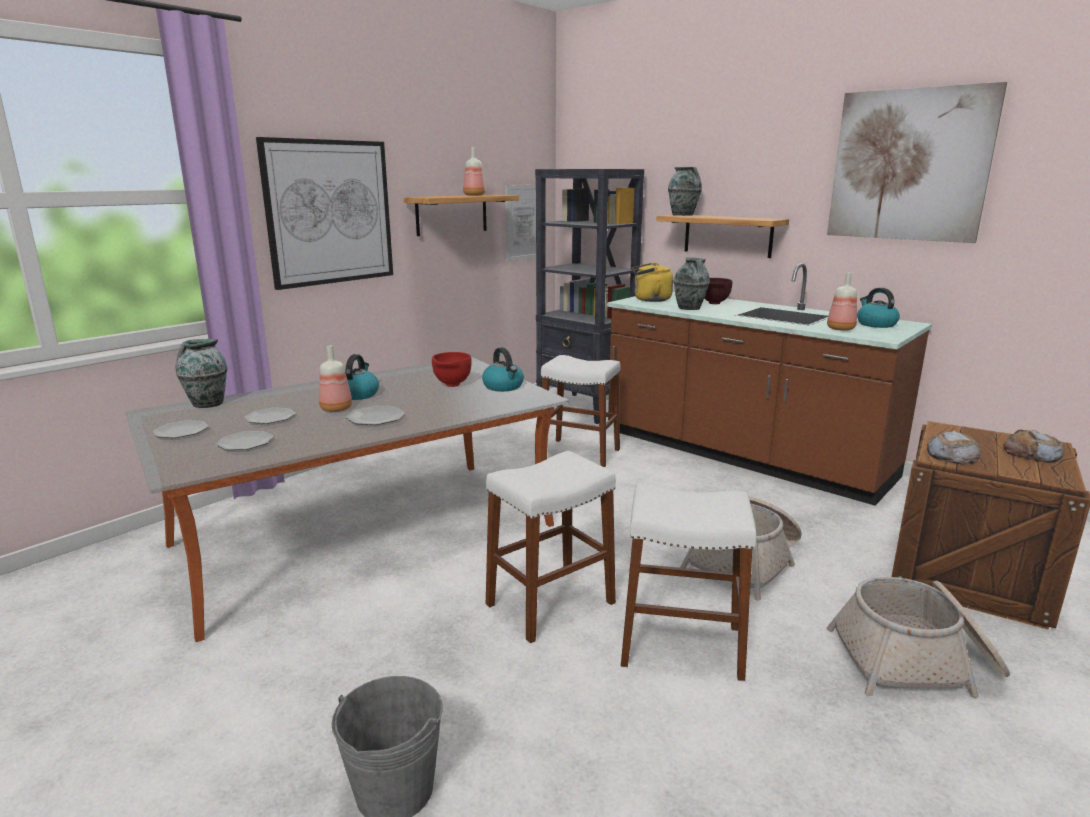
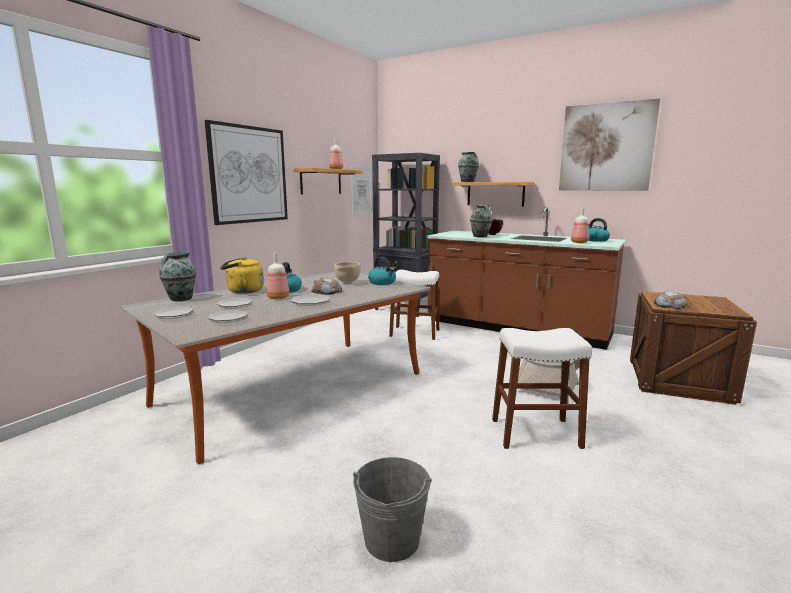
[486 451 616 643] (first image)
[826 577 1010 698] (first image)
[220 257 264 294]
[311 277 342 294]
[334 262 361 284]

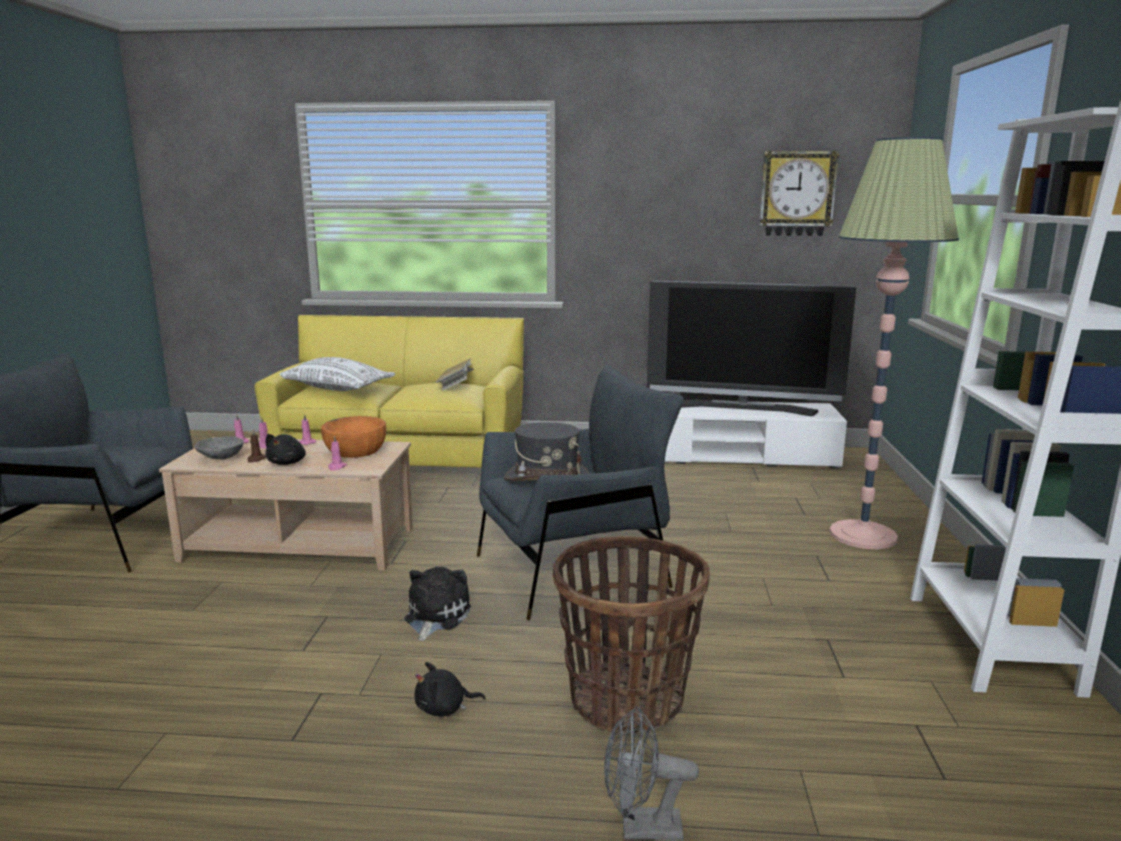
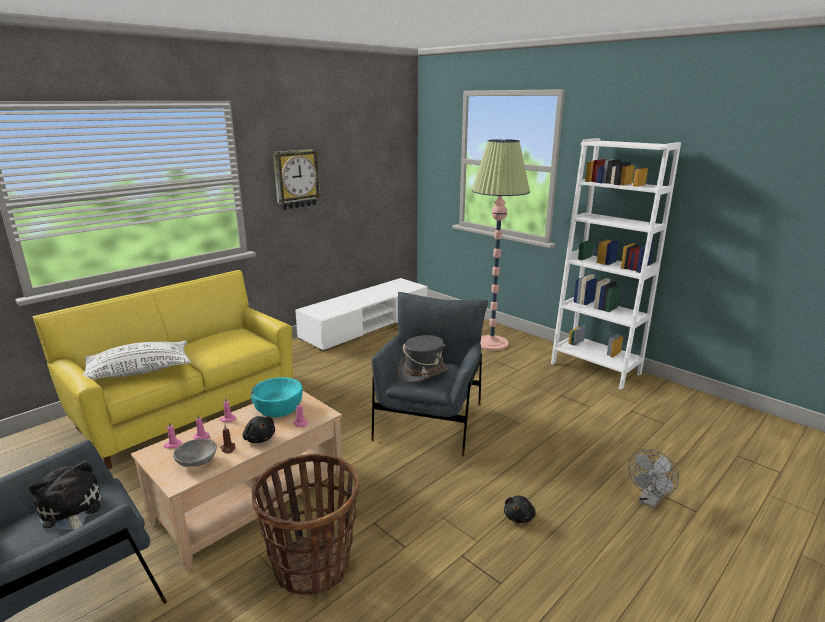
[435 358 474 391] (first image)
[647 280 856 416] (first image)
[29 460 101 530]
[252 454 360 596]
[273 149 321 210]
[251 377 303 417]

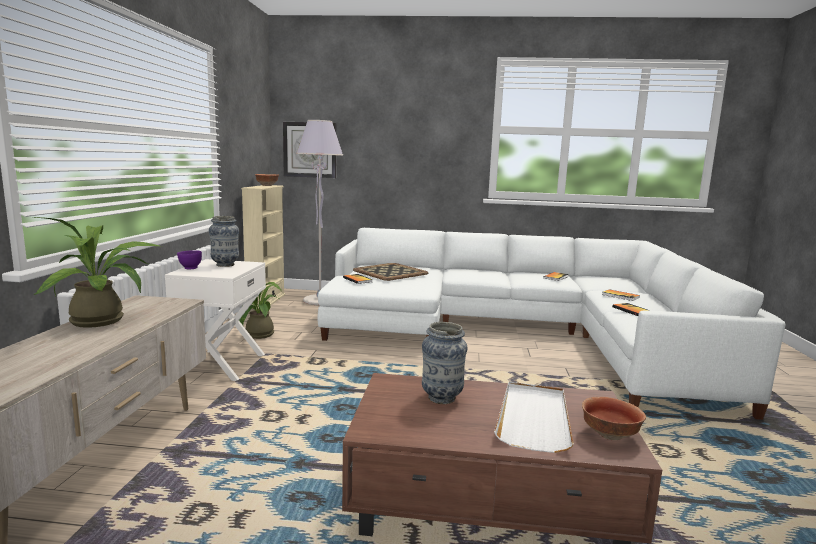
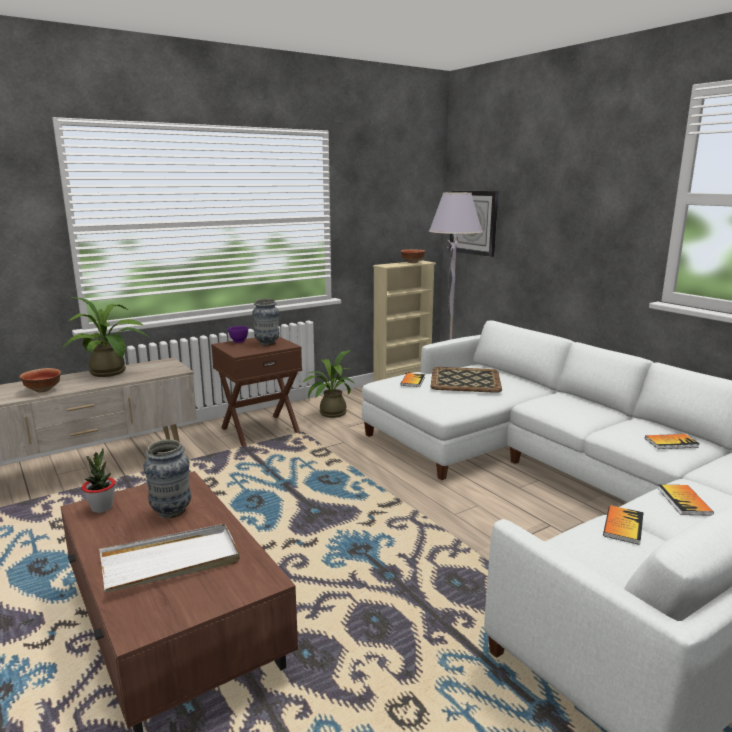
[82 448 115 513]
[19 368 61 393]
[211 337 302 447]

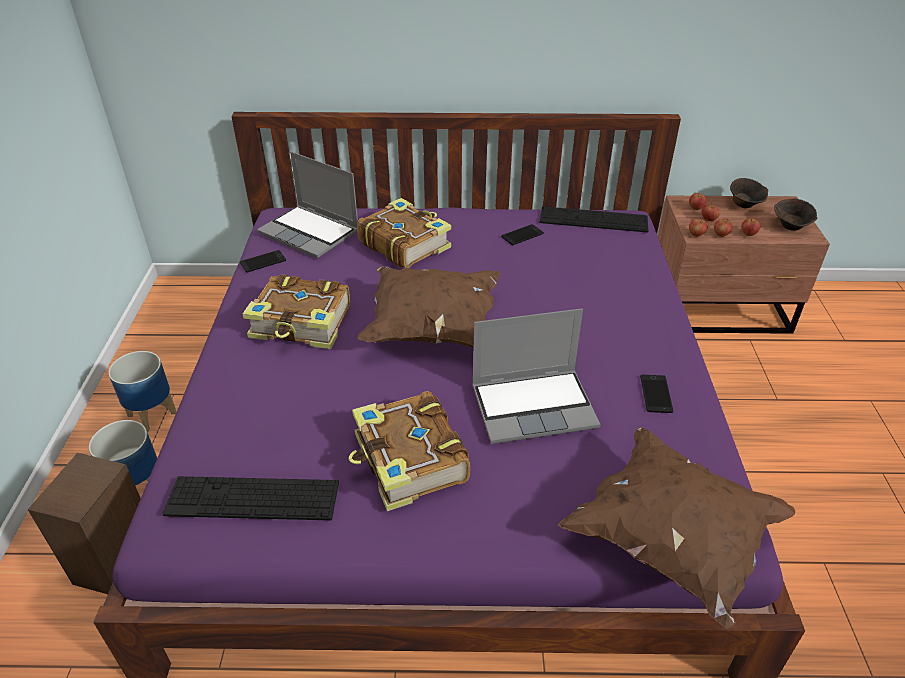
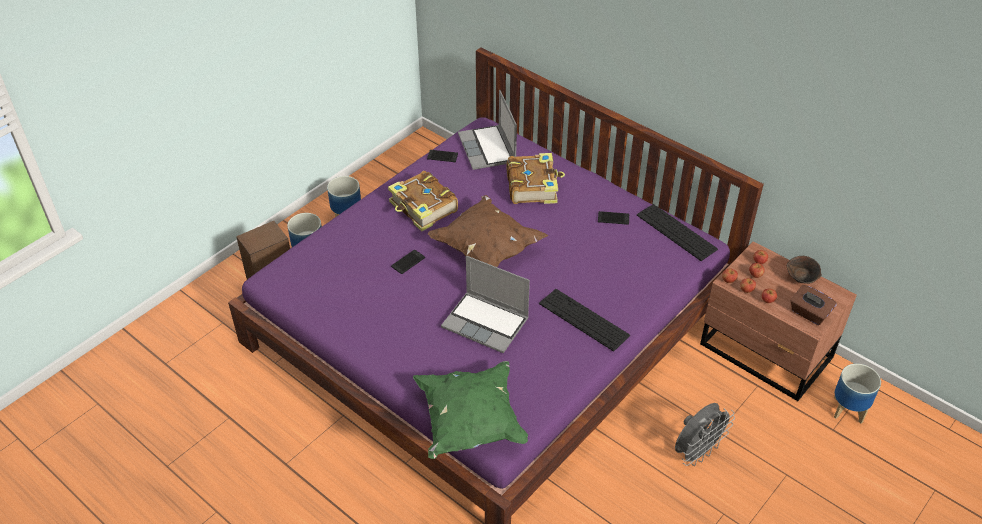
[349 391 470 511] (first image)
[675 403 735 466]
[834 364 881 423]
[539 289 630 351]
[391 250 425 274]
[790 285 837 325]
[413 361 528 459]

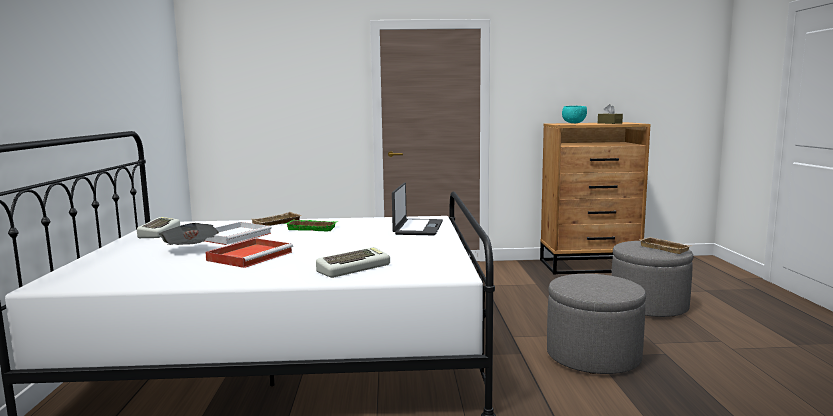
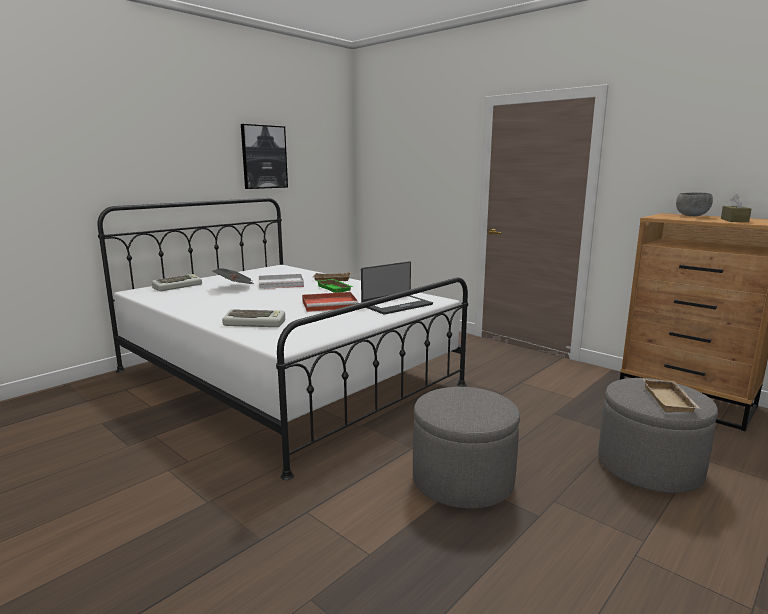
[241 124 288 189]
[152 274 202 291]
[302 292 358 312]
[676 193 713 216]

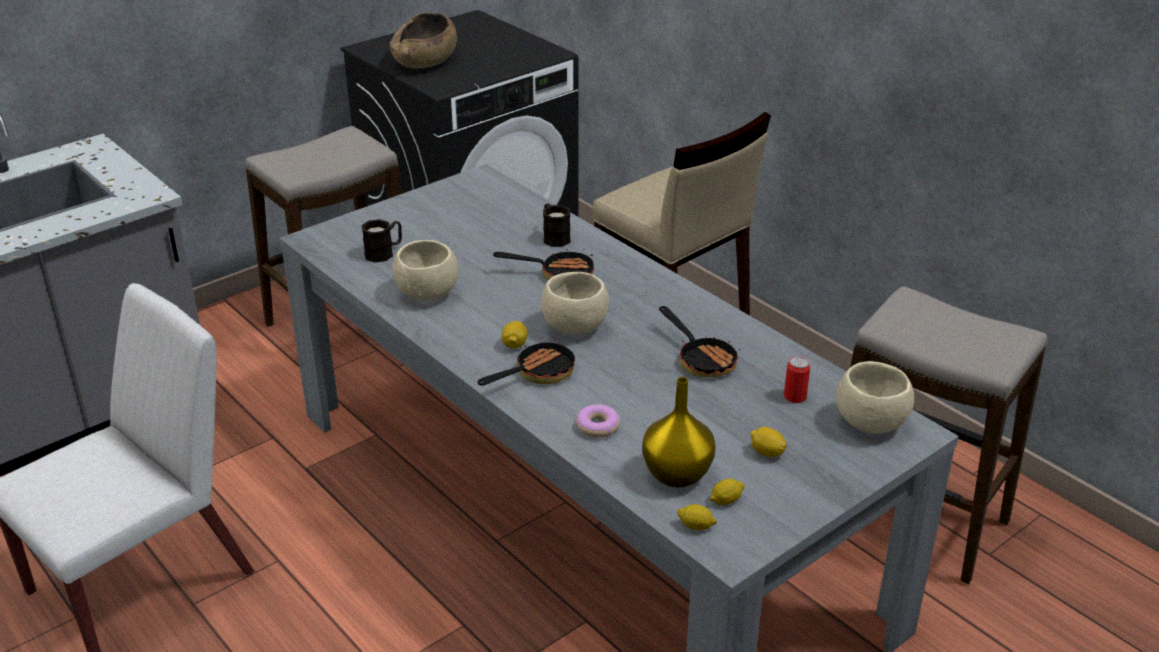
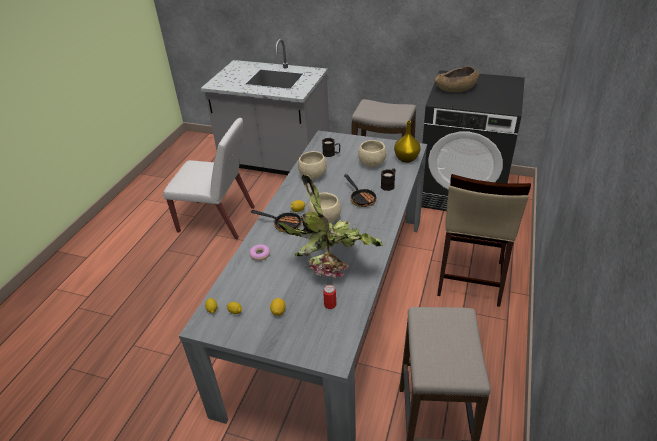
[394 121 421 163]
[358 140 387 167]
[278 175 383 278]

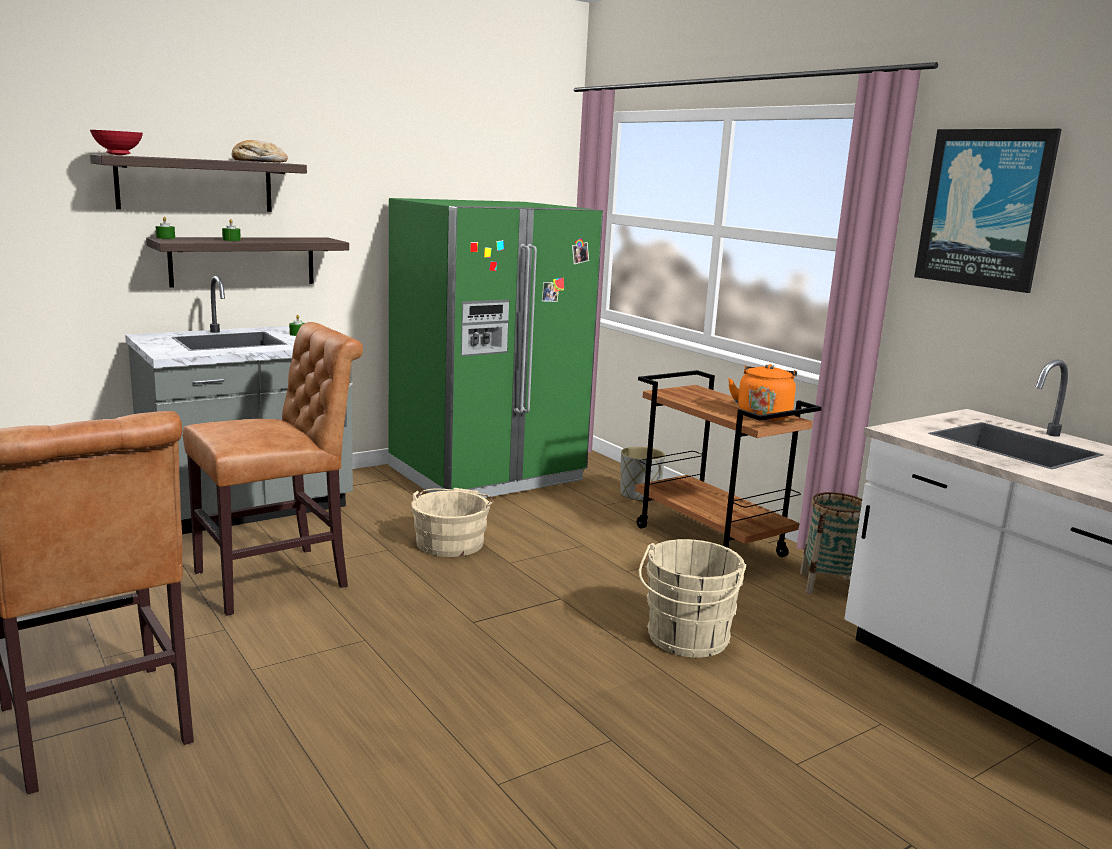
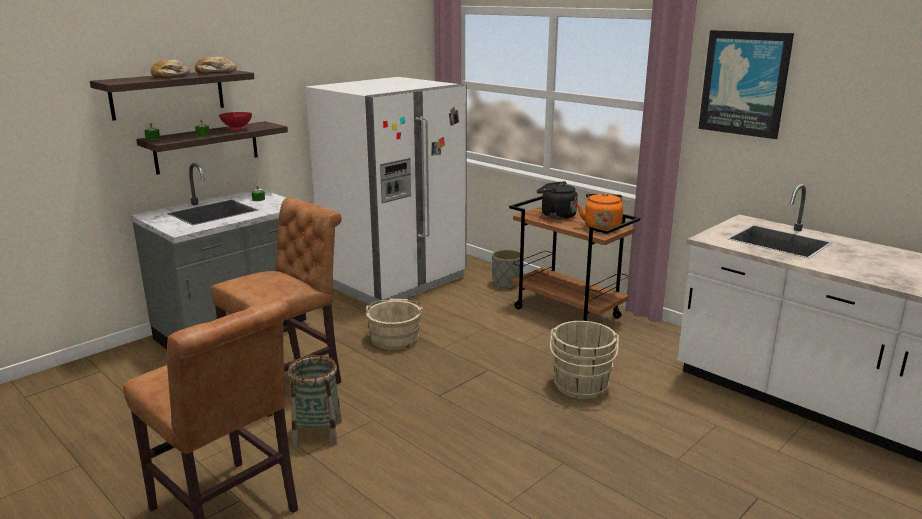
[151 60 190 78]
[537 181 578 219]
[219 112 252 130]
[288 355 342 447]
[306 77 467 306]

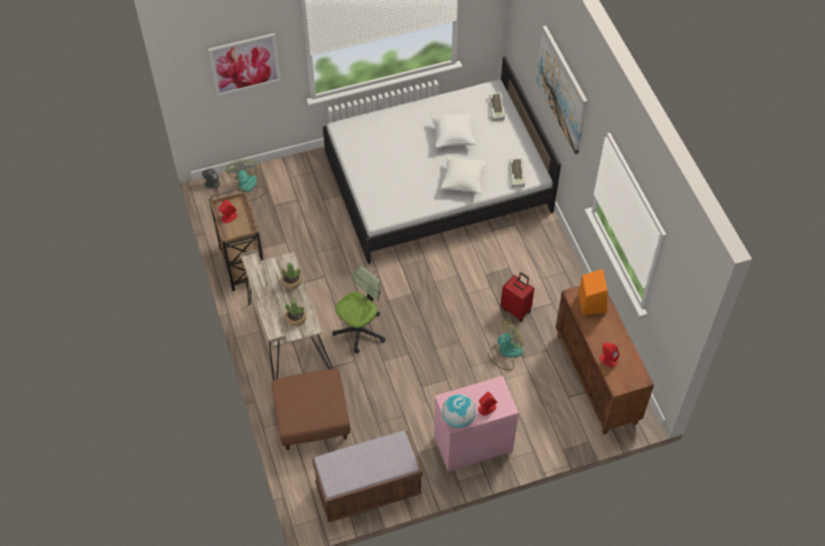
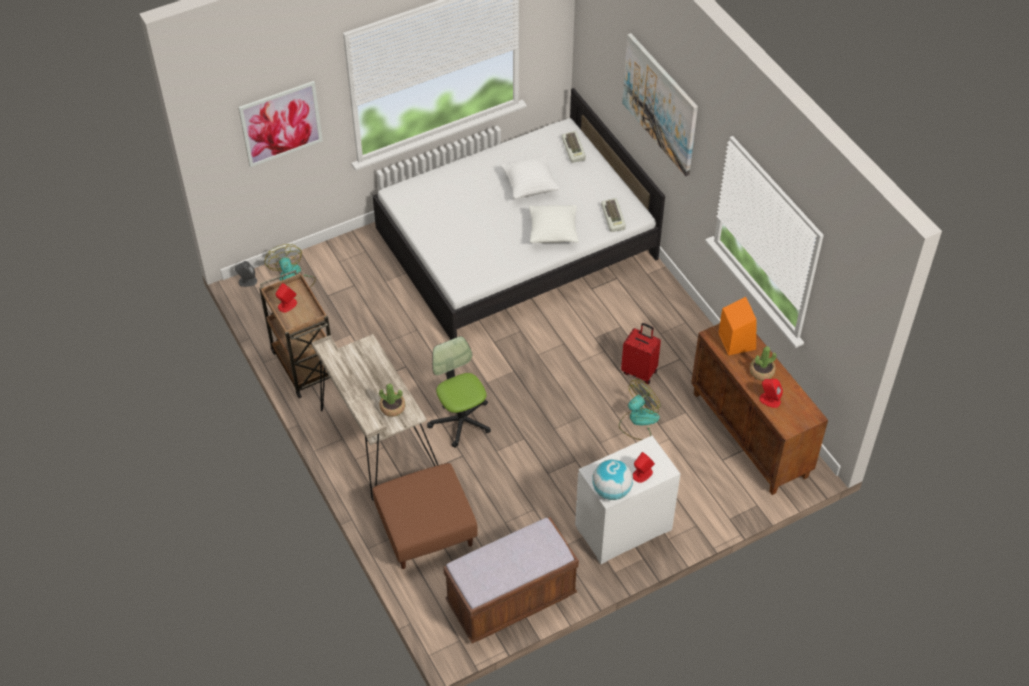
[750 347 777 381]
[575 436 680 564]
[427 336 491 448]

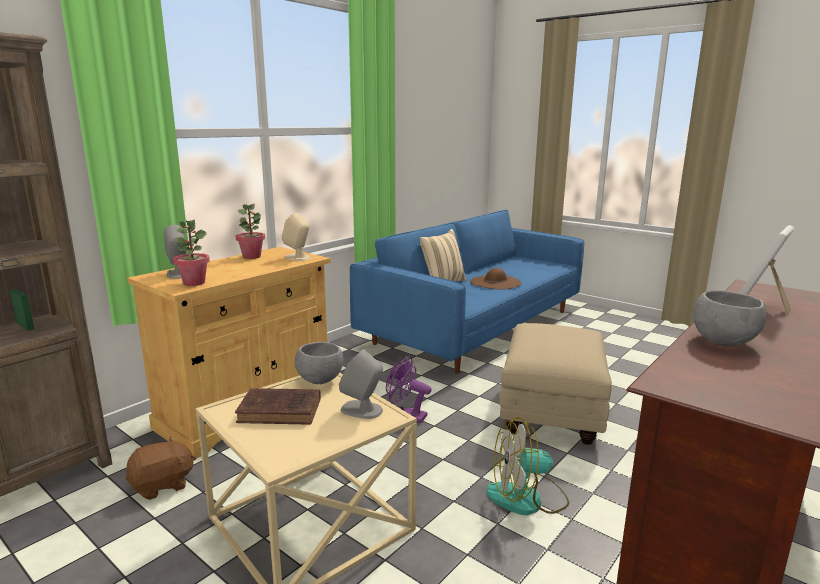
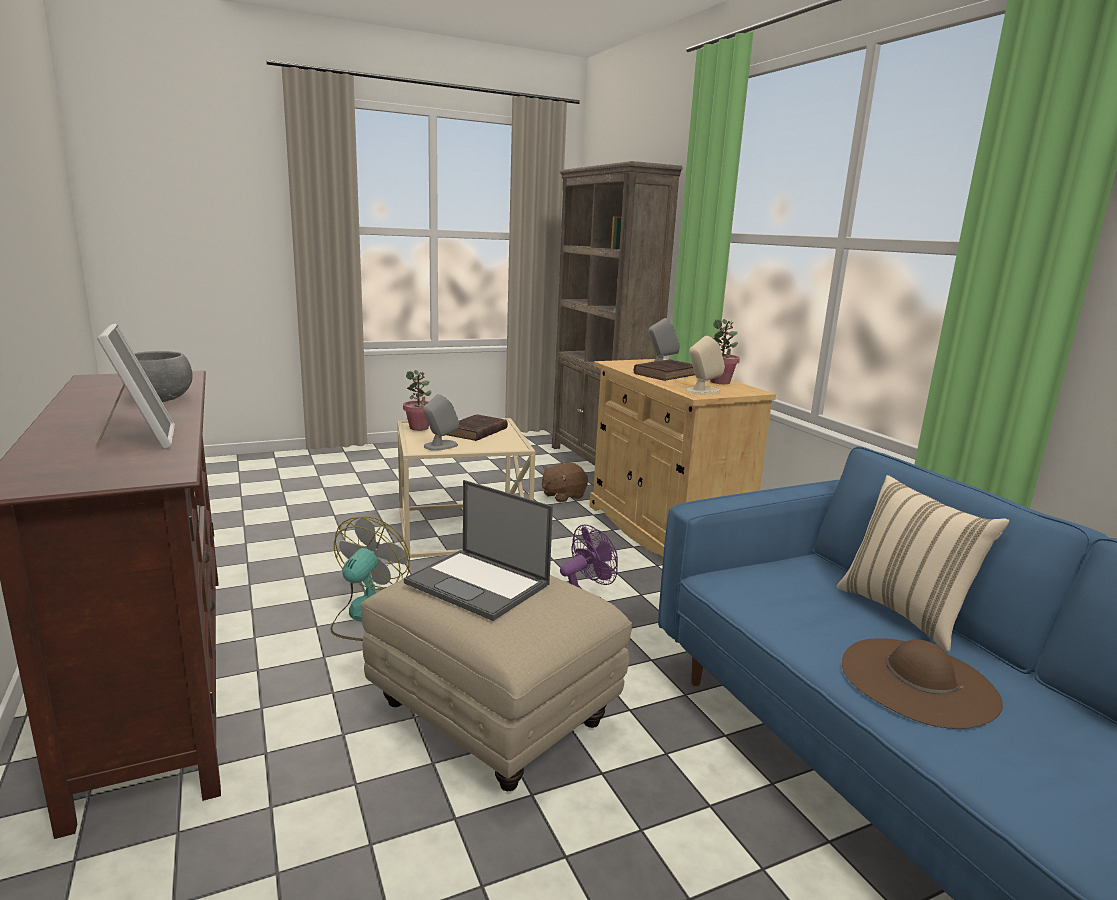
[295 342 344 384] (first image)
[404 480 553 621]
[634 359 695 381]
[403 370 432 431]
[542 463 588 502]

